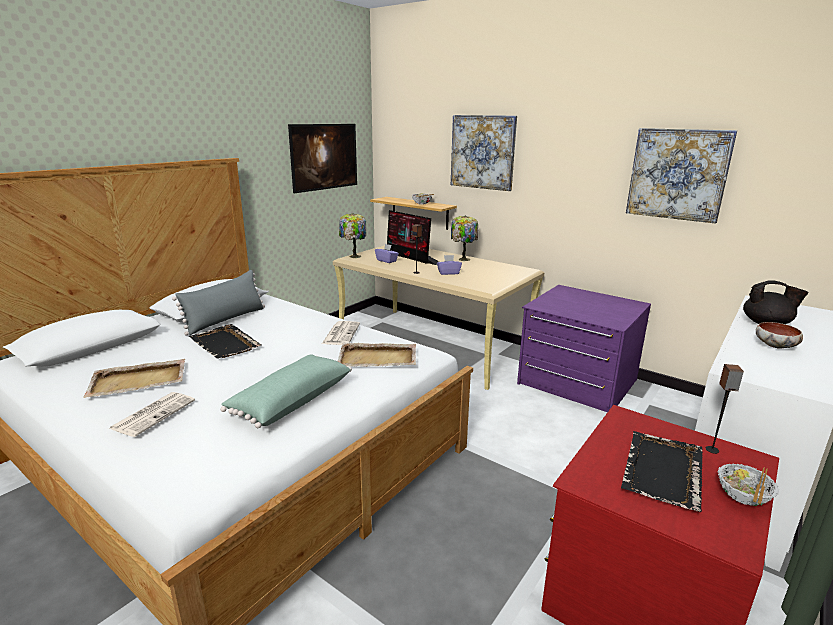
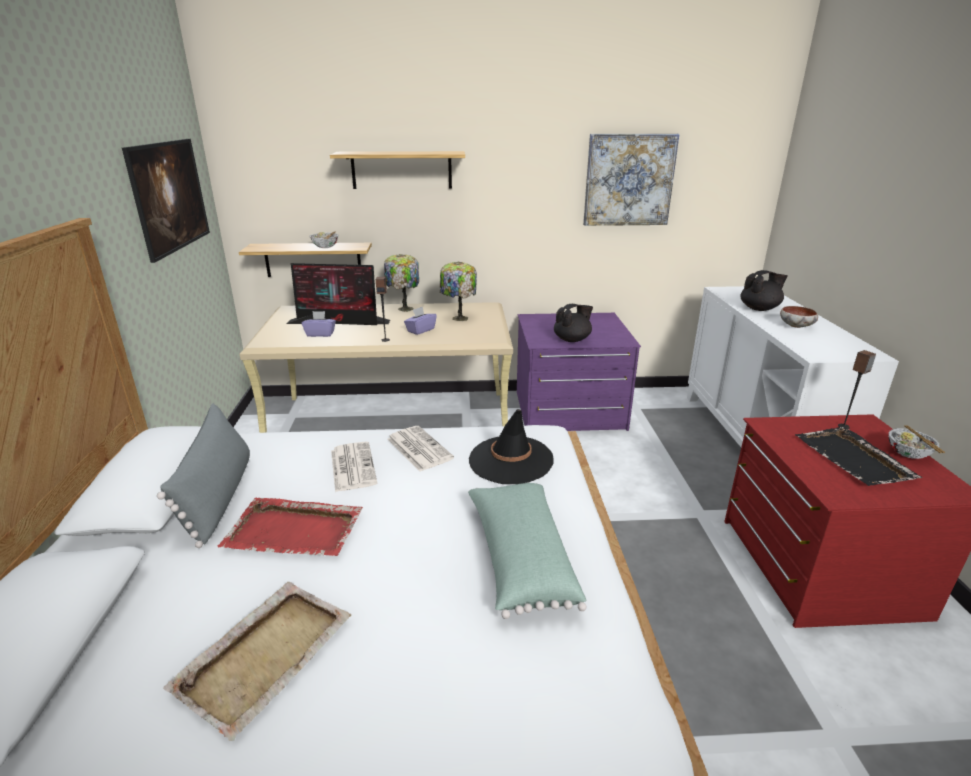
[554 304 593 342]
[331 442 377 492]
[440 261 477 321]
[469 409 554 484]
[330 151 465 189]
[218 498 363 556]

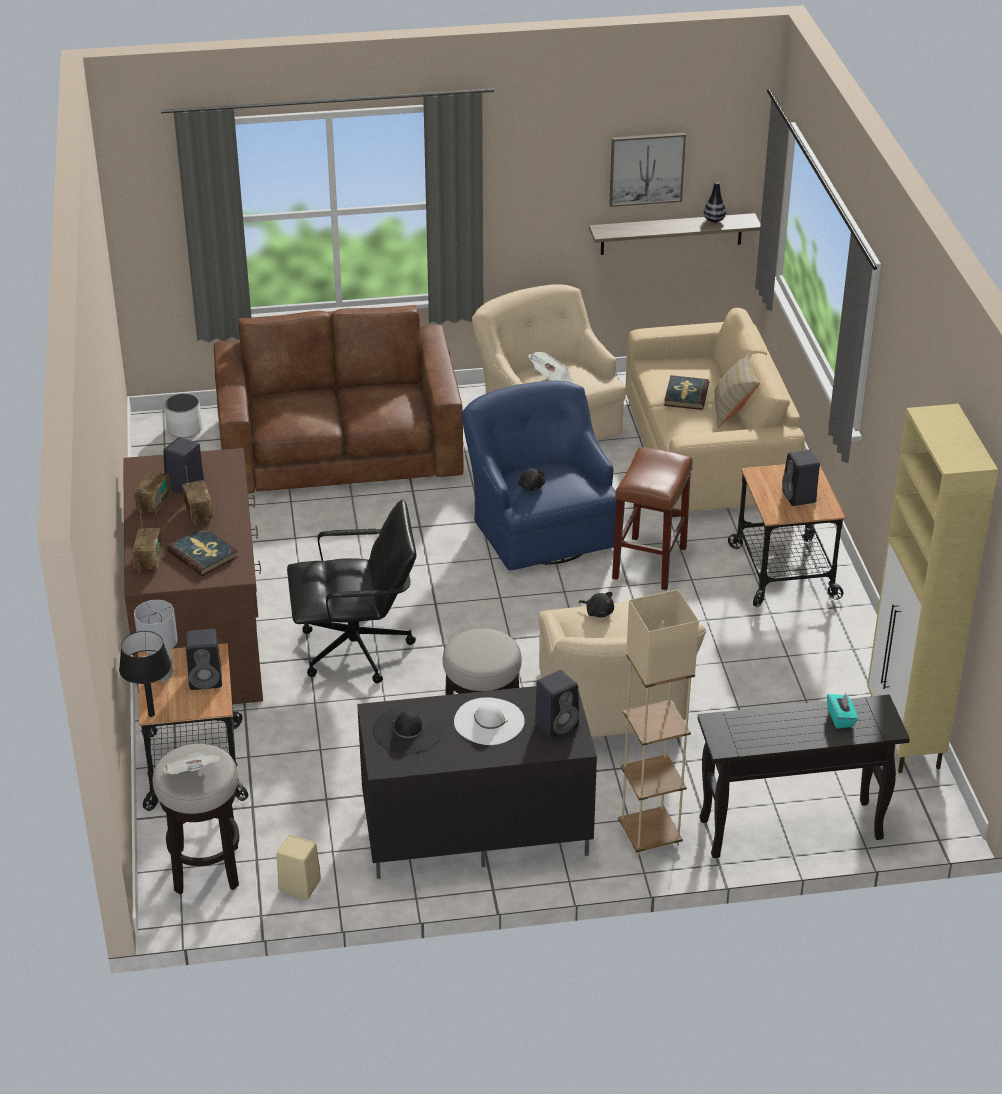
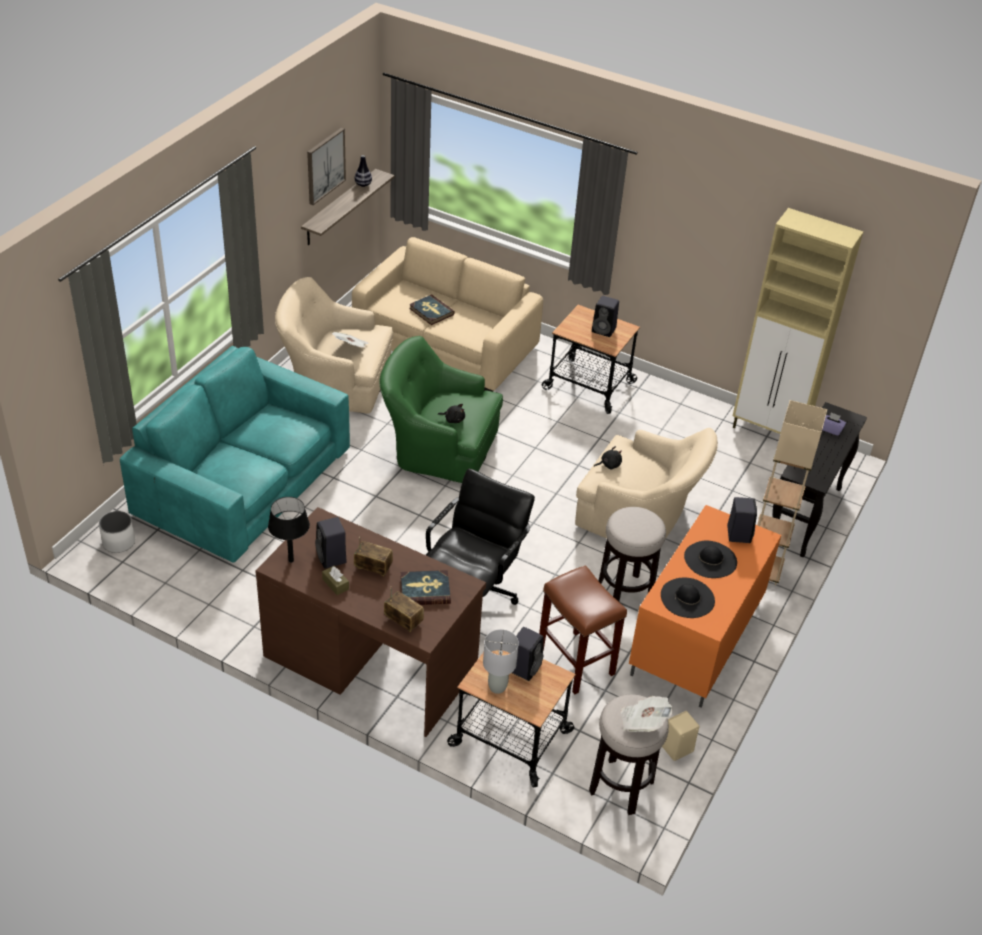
[714 353 760 428] (first image)
[268 497 310 563]
[539 565 627 694]
[322 566 349 595]
[120 346 350 563]
[629 505 781 708]
[684 540 737 578]
[379 336 503 483]
[822 412 846 436]

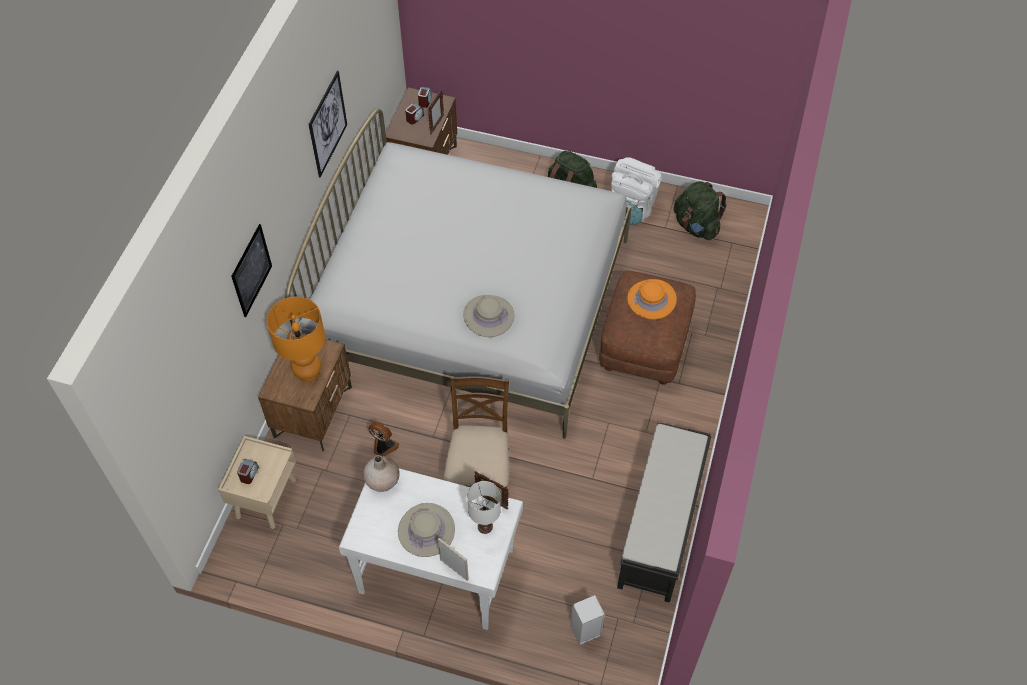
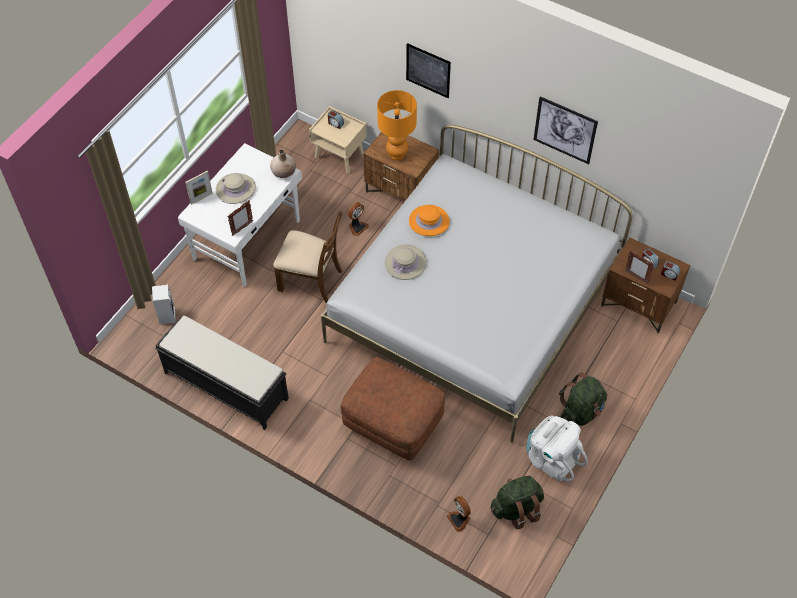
[467 481 501 534] (first image)
[447 496 471 532]
[409 205 450 236]

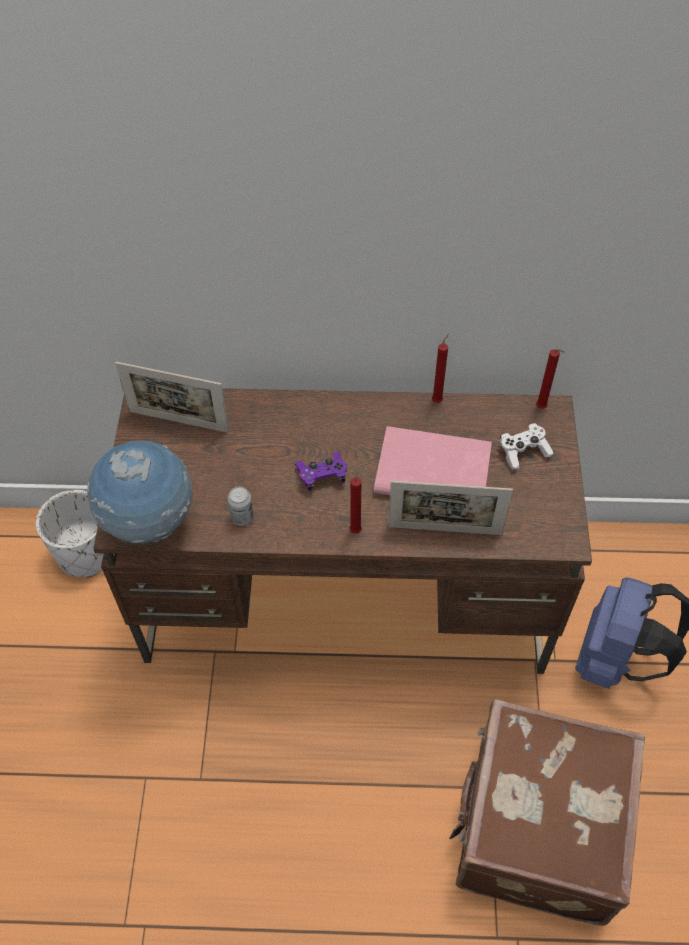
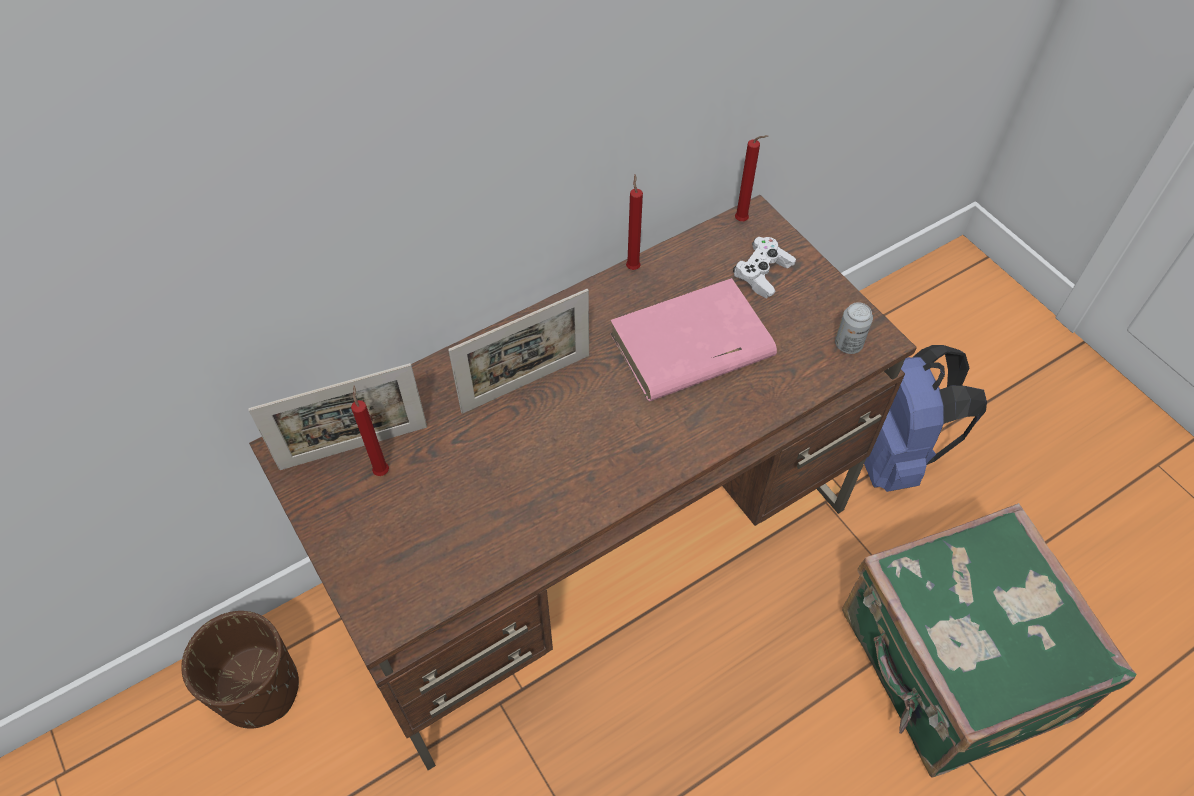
[87 441 192 543] (first image)
[295 452 347 491] (first image)
[835 302 873 354]
[351 385 389 476]
[448 289 589 414]
[181 611 299 729]
[842 503 1136 777]

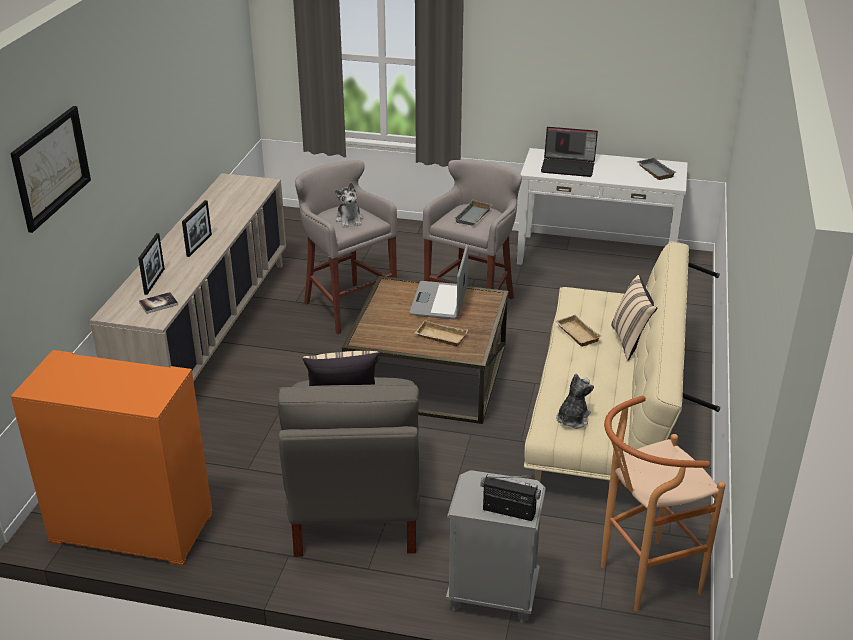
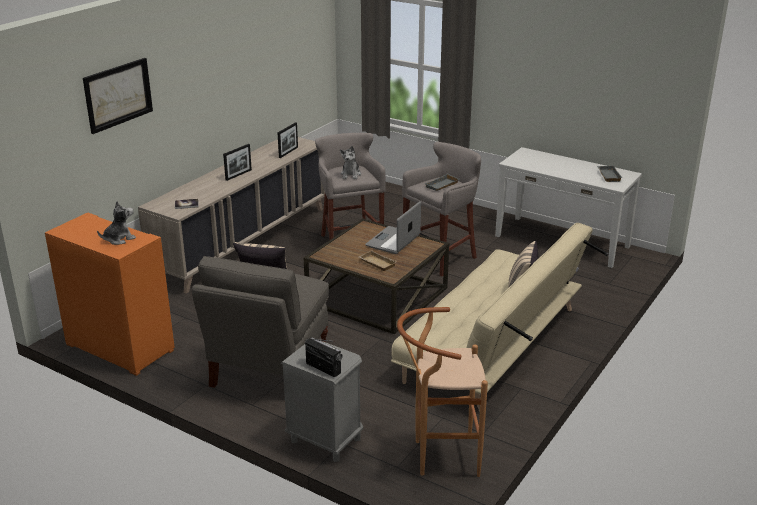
[541 127 598 177] (first image)
[555 315 601 347] (first image)
[278 122 298 158]
[97 201 136 245]

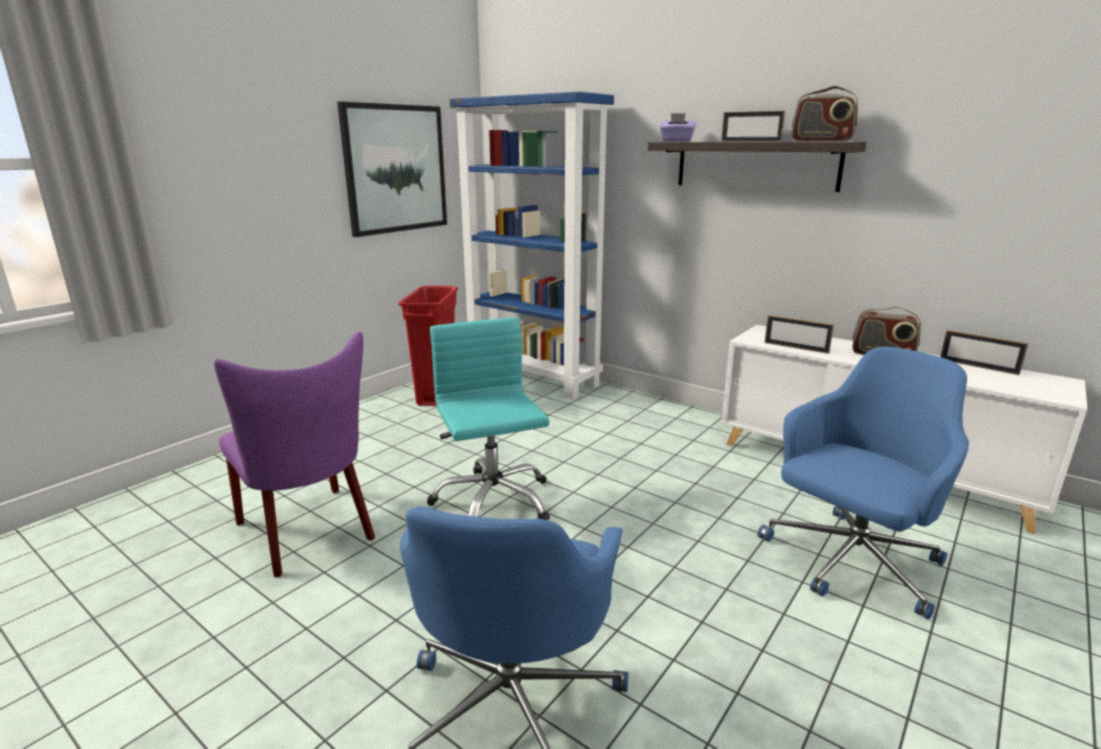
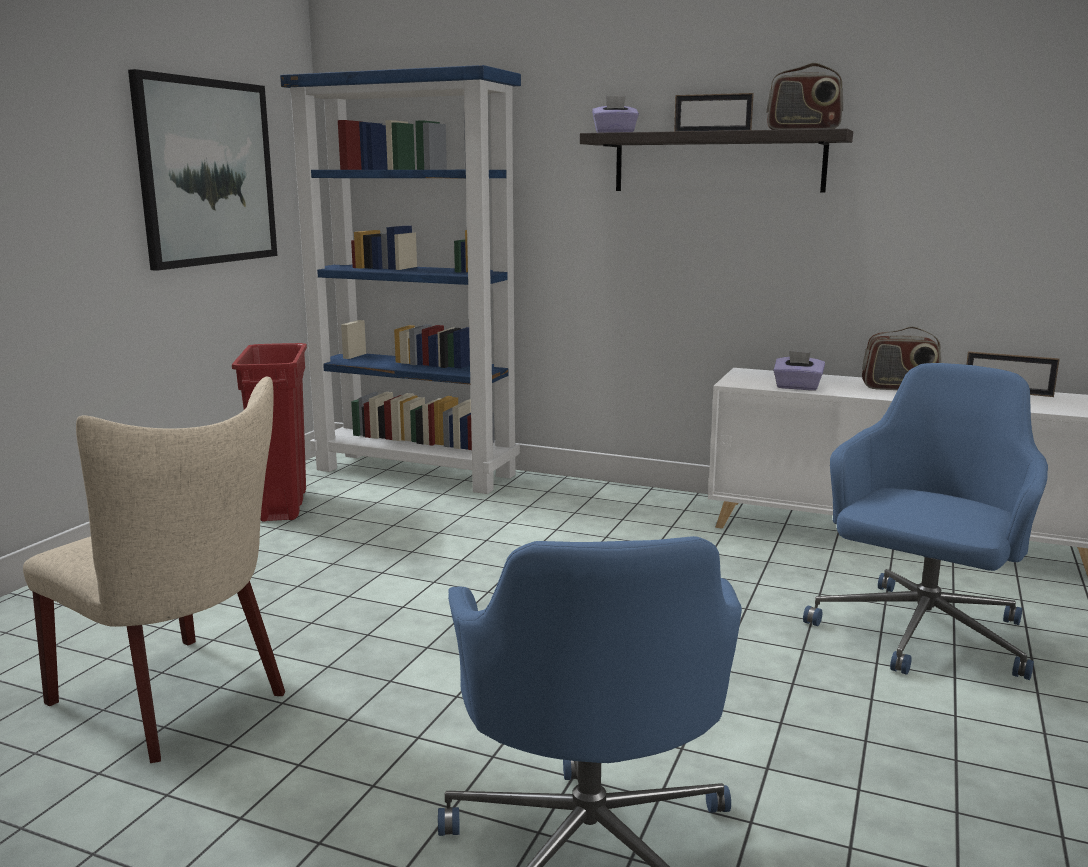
[427 317 550 520] (first image)
[773 351 825 390]
[23 377 285 763]

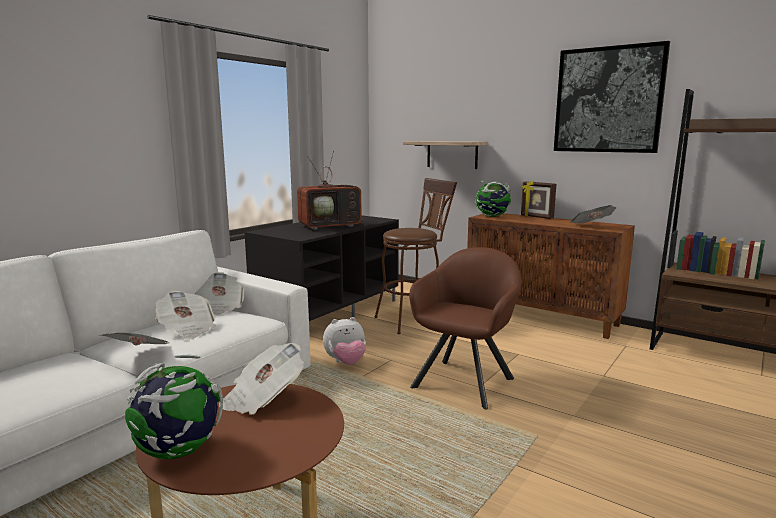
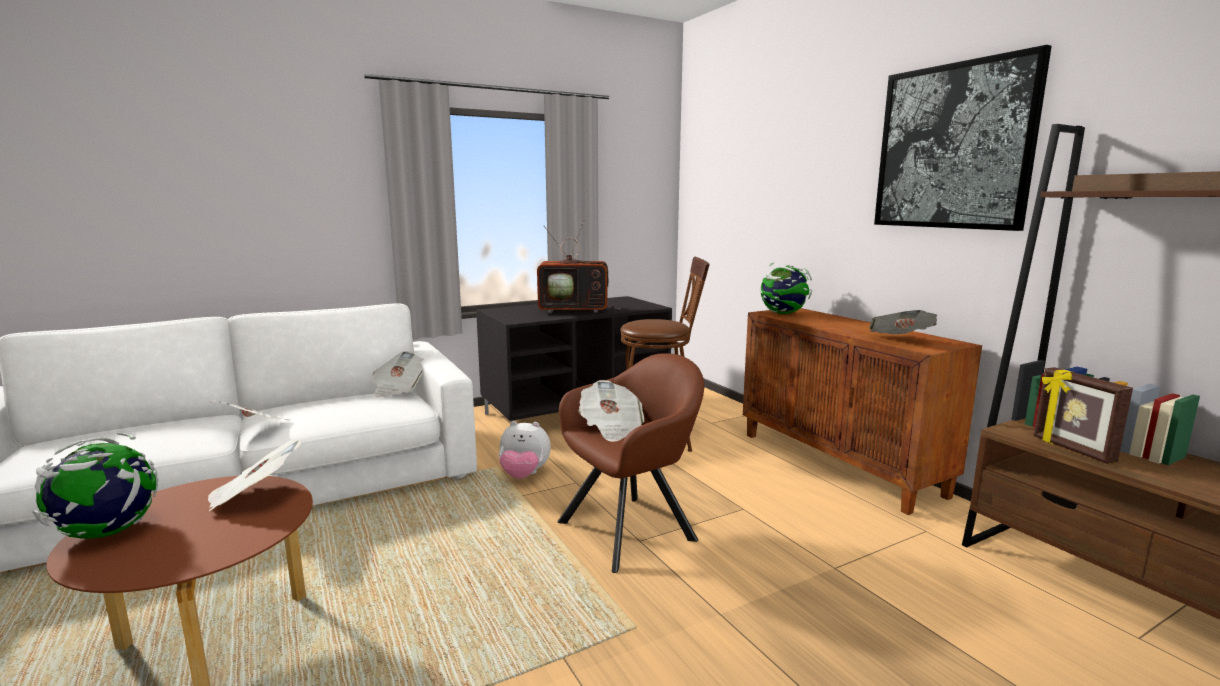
[403 141 488 169] (first image)
[579 380 644 442]
[1034 367 1133 464]

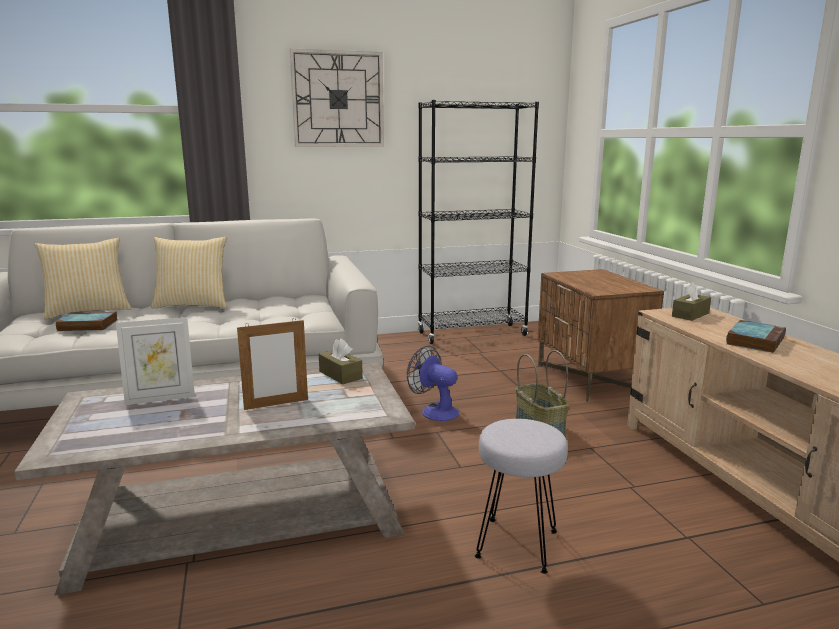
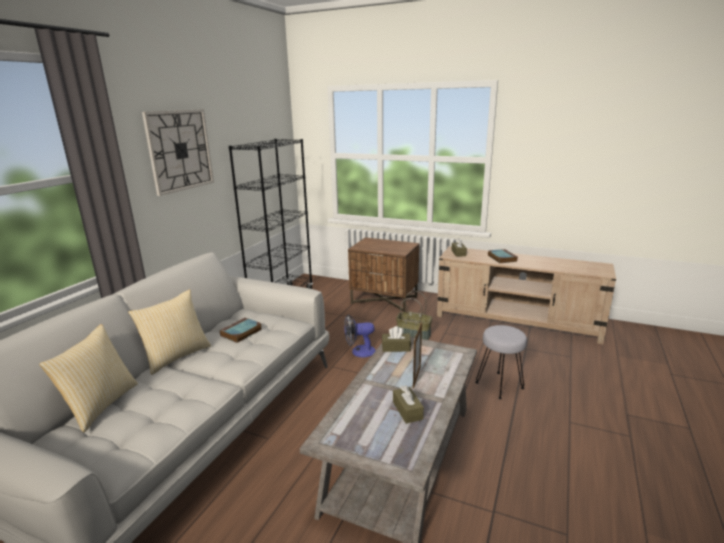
[116 317 195 405] (first image)
[393 386 424 424]
[219 318 262 343]

